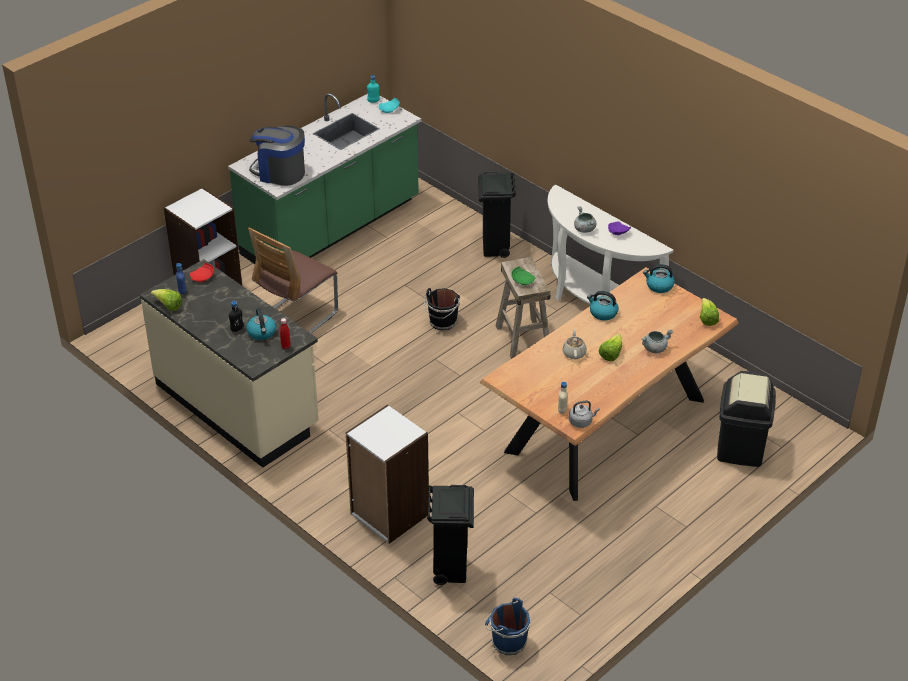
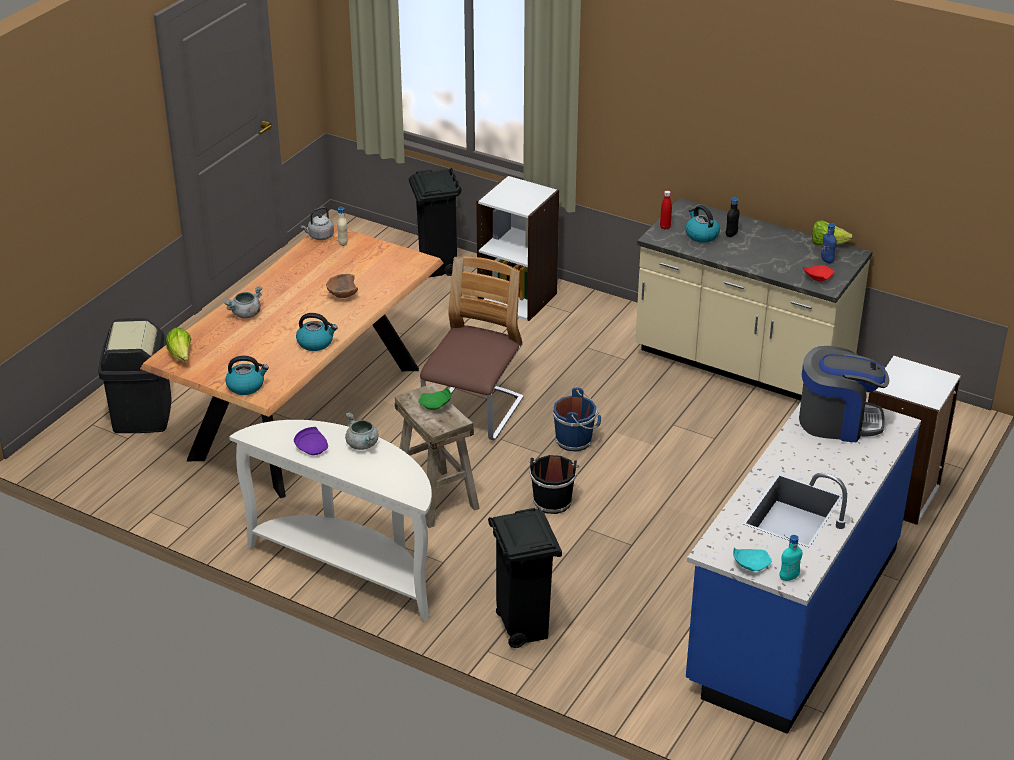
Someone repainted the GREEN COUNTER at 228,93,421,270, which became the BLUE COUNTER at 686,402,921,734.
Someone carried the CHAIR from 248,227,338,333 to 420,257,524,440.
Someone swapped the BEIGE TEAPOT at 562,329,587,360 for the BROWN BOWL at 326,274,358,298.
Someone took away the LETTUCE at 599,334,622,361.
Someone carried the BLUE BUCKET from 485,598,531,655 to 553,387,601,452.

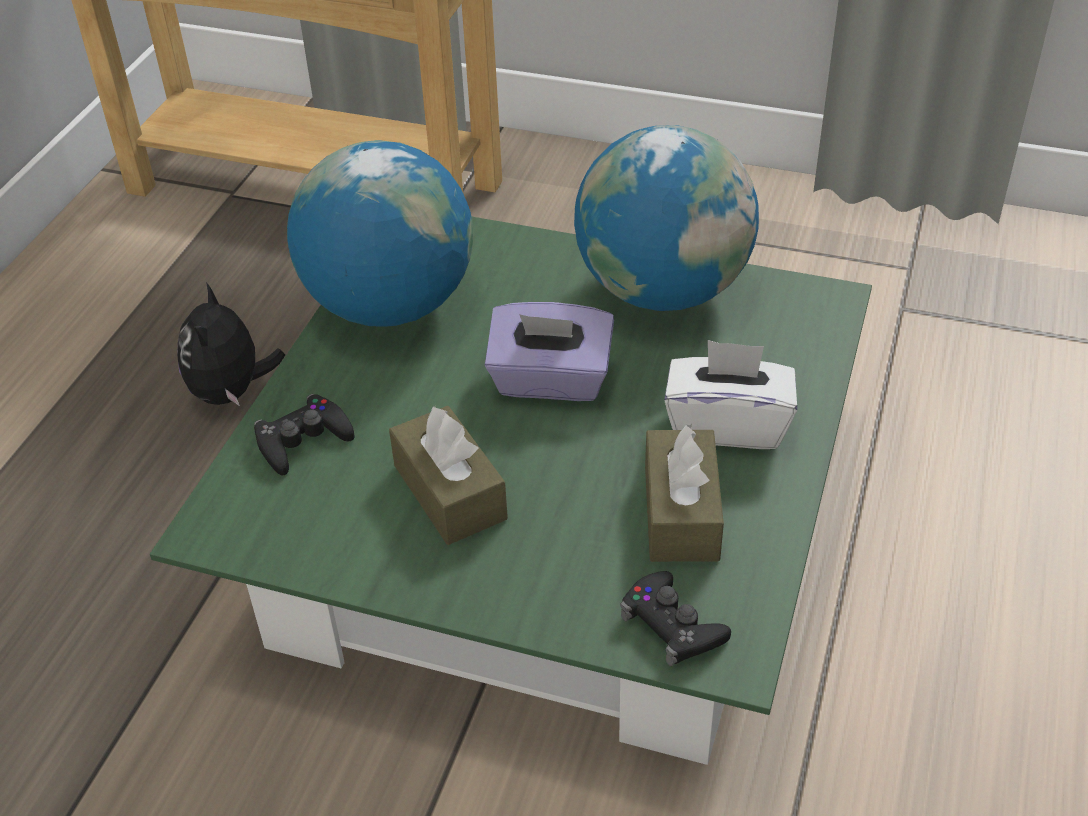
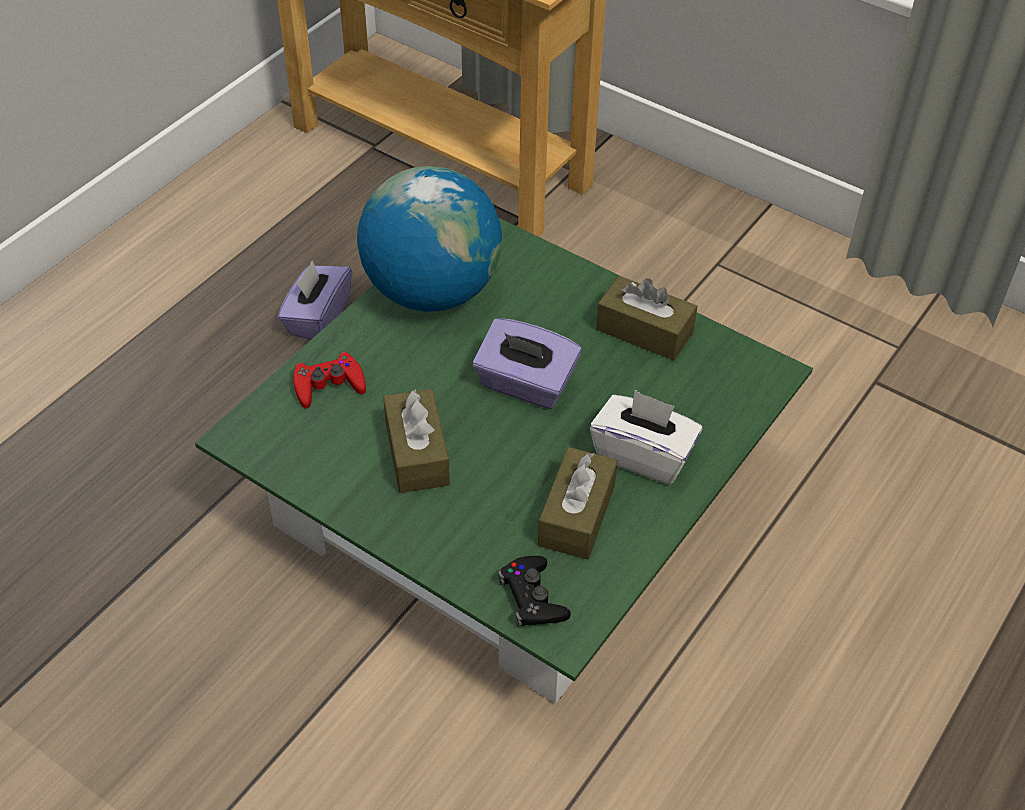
Someone swapped the GLOBE at 574,125,759,311 for the BROWN TISSUE BOX at 596,276,698,361.
Someone swapped the PLUSH TOY at 177,282,285,406 for the PURPLE TISSUE BOX at 278,260,352,340.
Someone repainted the BLACK GAME CONTROLLER at 254,394,355,476, which became the RED GAME CONTROLLER at 293,351,366,408.

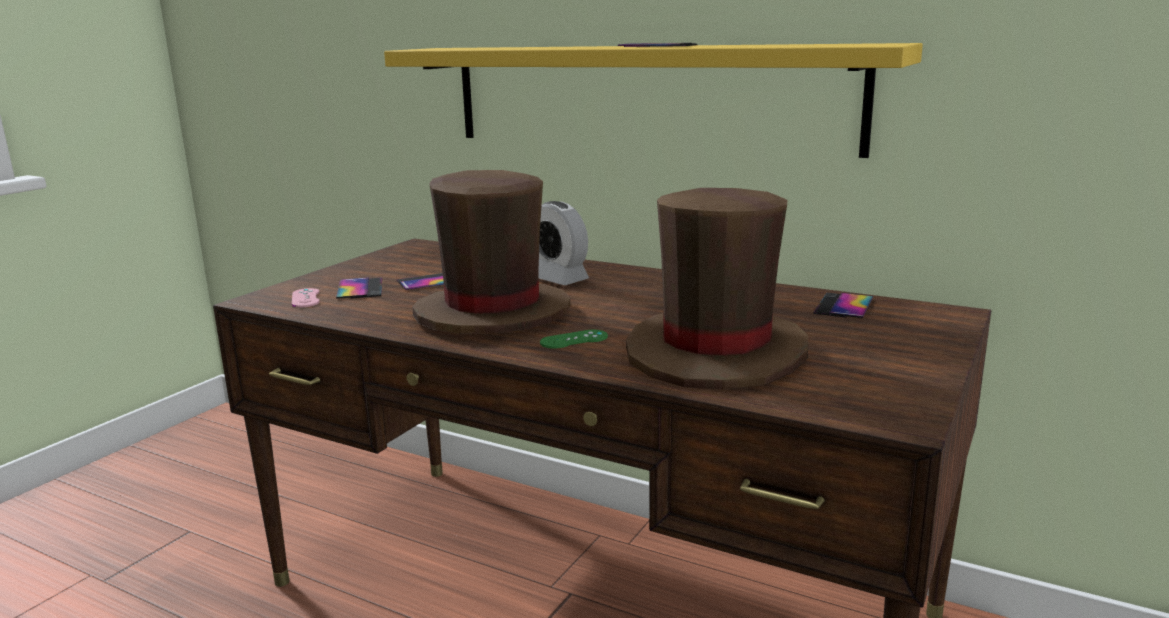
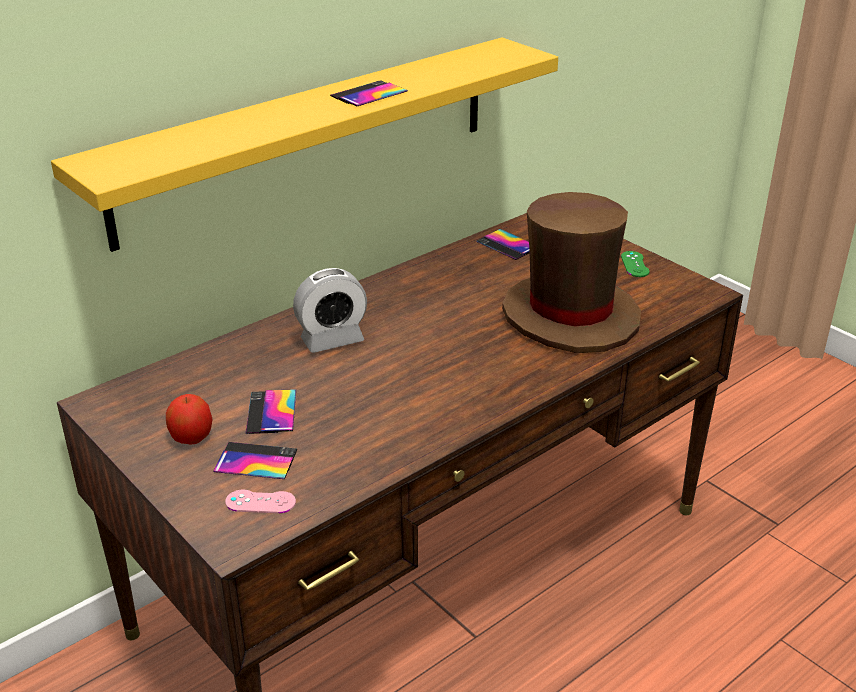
Someone took away the BROWN HAT at 412,170,571,334.
Someone carried the GREEN GAME CONTROLLER from 540,330,608,349 to 621,251,649,277.
Someone put down the APPLE at 166,394,213,445.

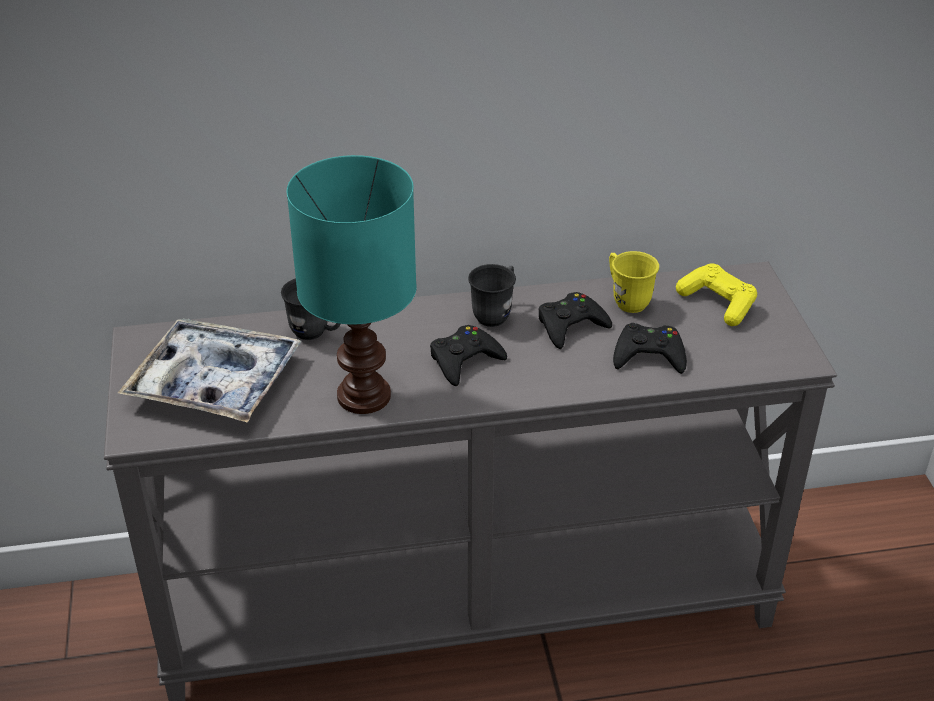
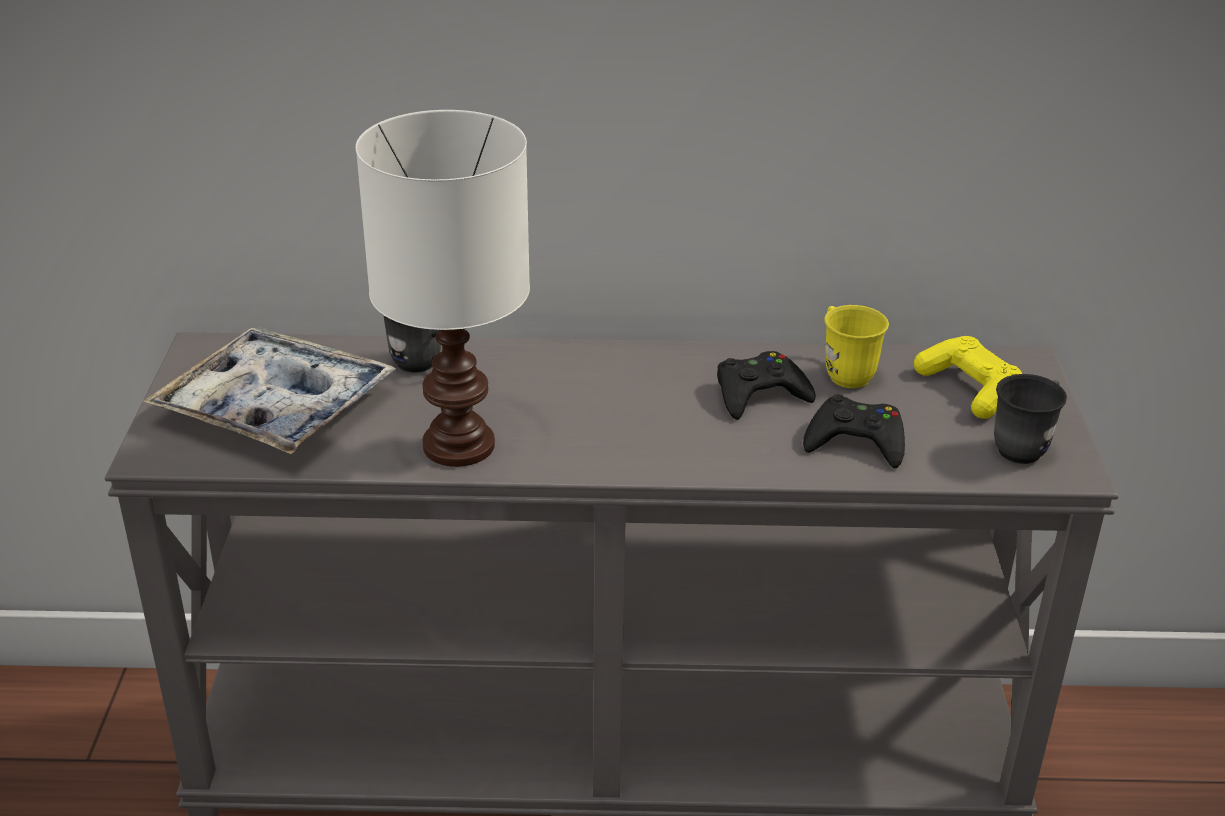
Someone repainted the TURQUOISE TABLE LAMP at 287,155,417,414, which became the WHITE TABLE LAMP at 356,110,530,467.
Someone carried the GREY MUG from 468,264,516,327 to 994,374,1067,464.
Someone took away the BLACK GAME CONTROLLER at 430,325,507,386.

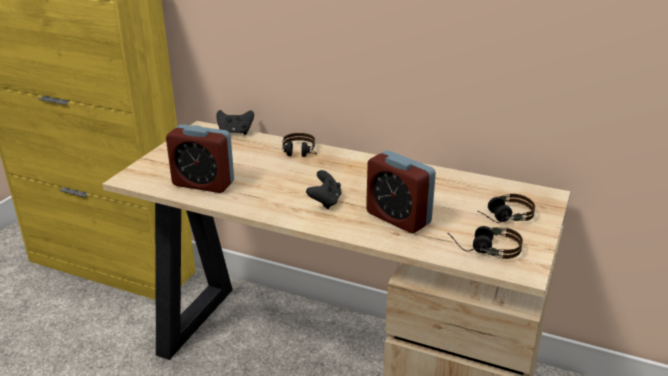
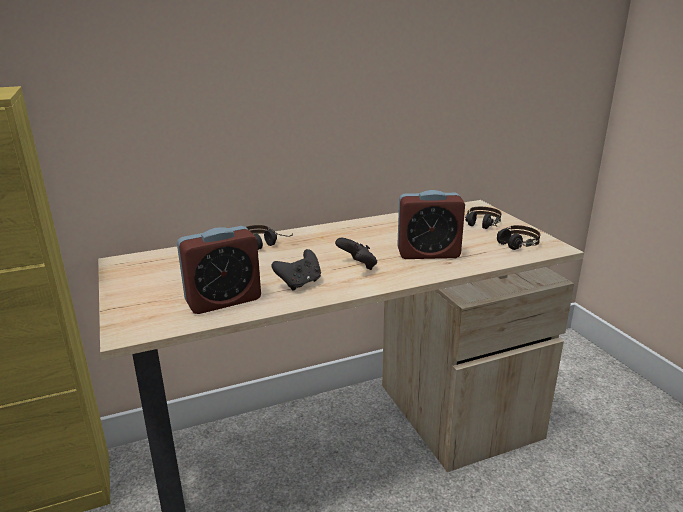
Someone carried the BLACK GAME CONTROLLER from 216,110,254,135 to 271,249,321,291.

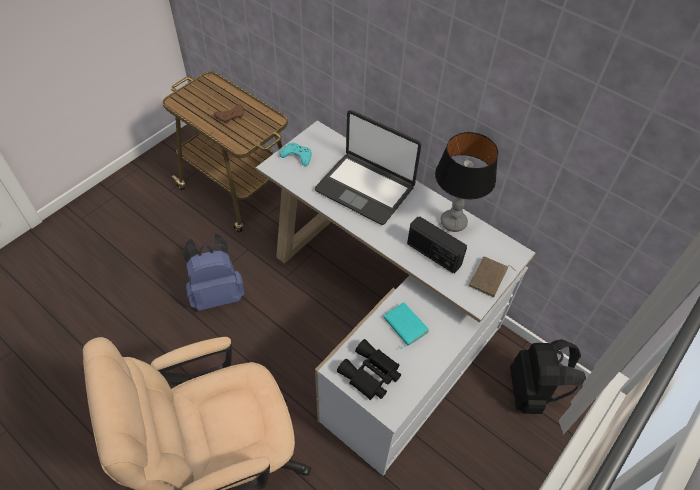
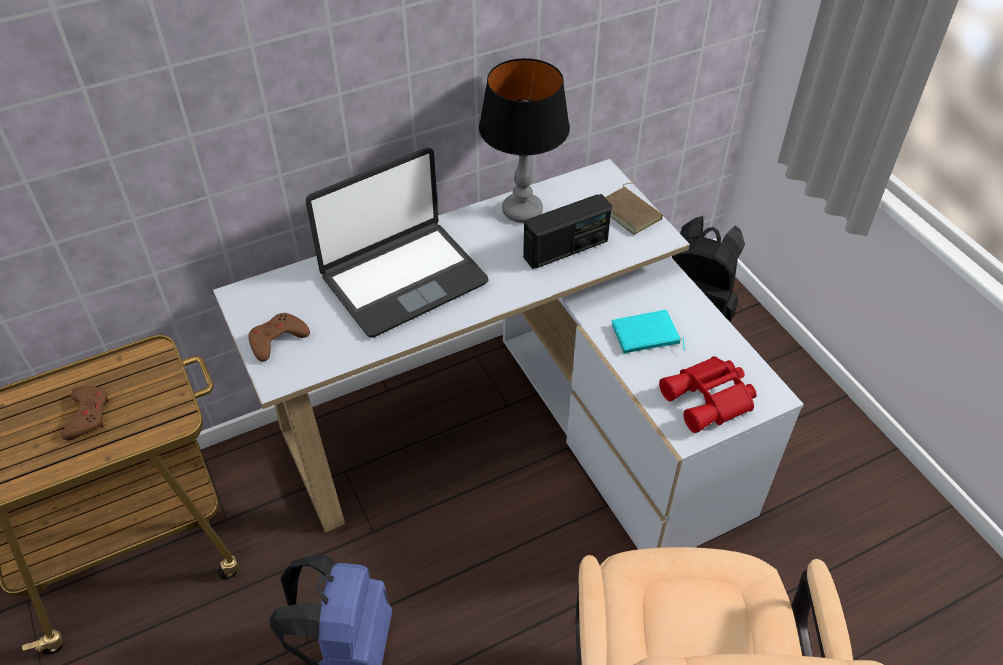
Someone repainted the TURQUOISE GAME CONTROLLER at 279,143,312,166, which became the BROWN GAME CONTROLLER at 248,313,310,362.
Someone repainted the BLACK BINOCULARS at 337,339,401,400, which became the RED BINOCULARS at 659,356,757,433.

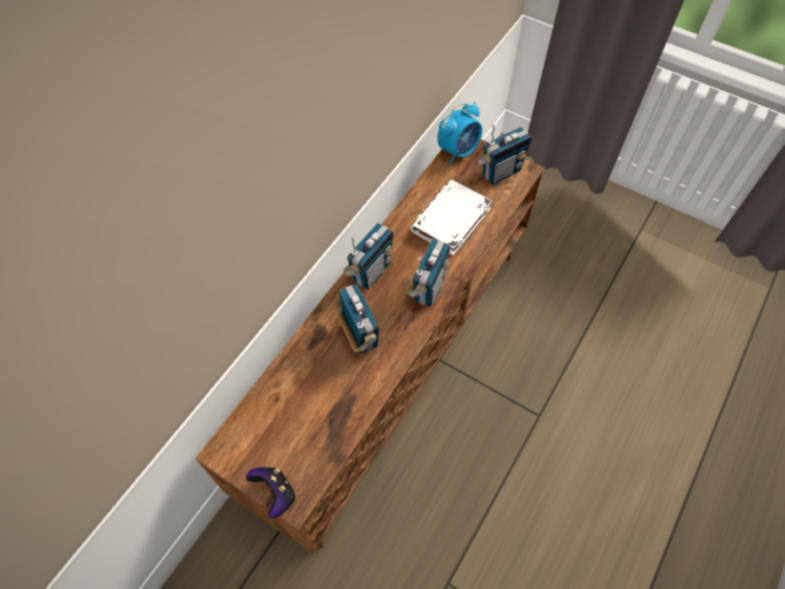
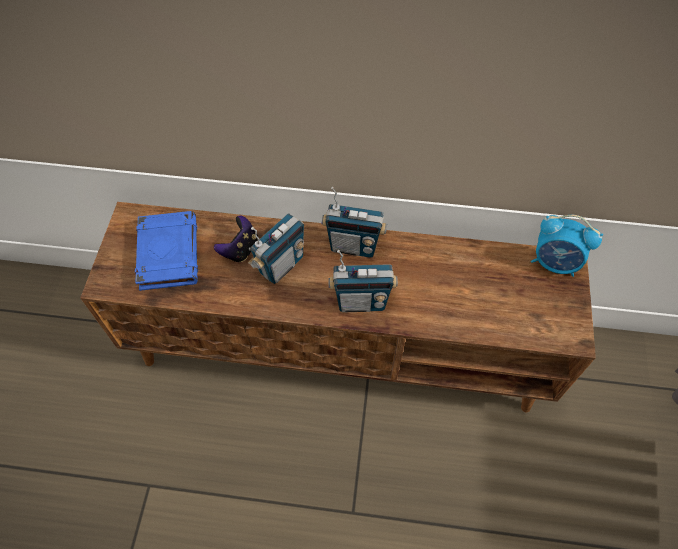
Someone took away the RADIO at 477,124,532,185.
Someone took away the WHITE BOOK at 410,179,492,255.
Someone carried the GAME CONTROLLER from 246,467,296,518 to 214,215,258,262.
Someone put down the BLUE BOOK at 135,211,198,291.

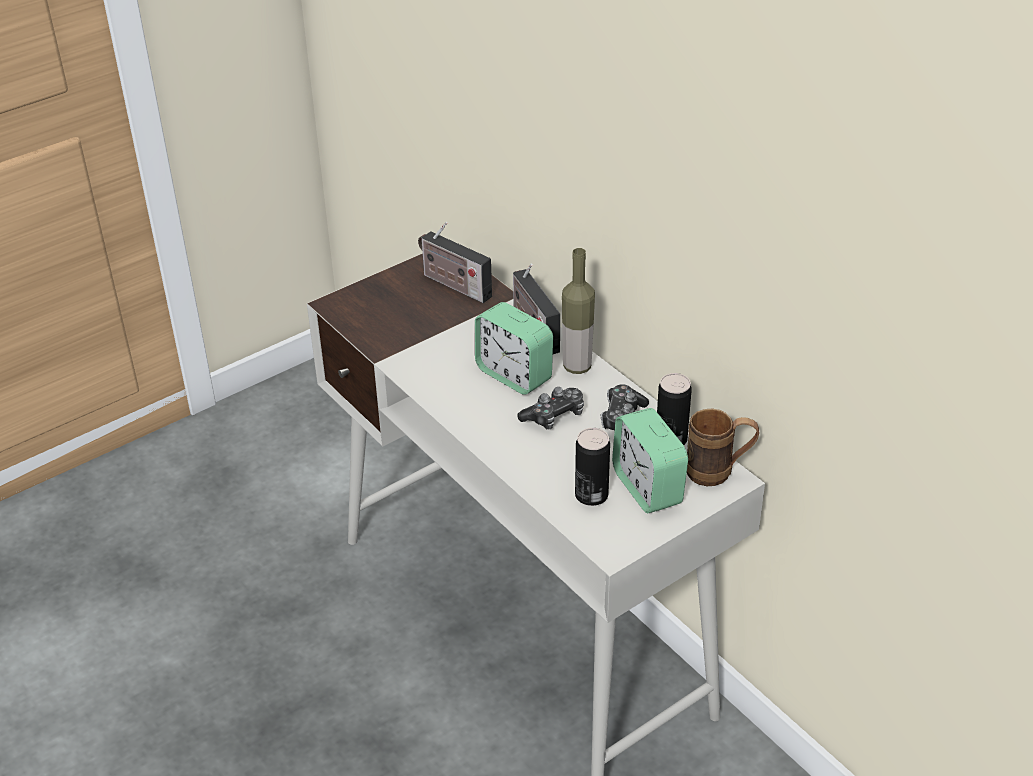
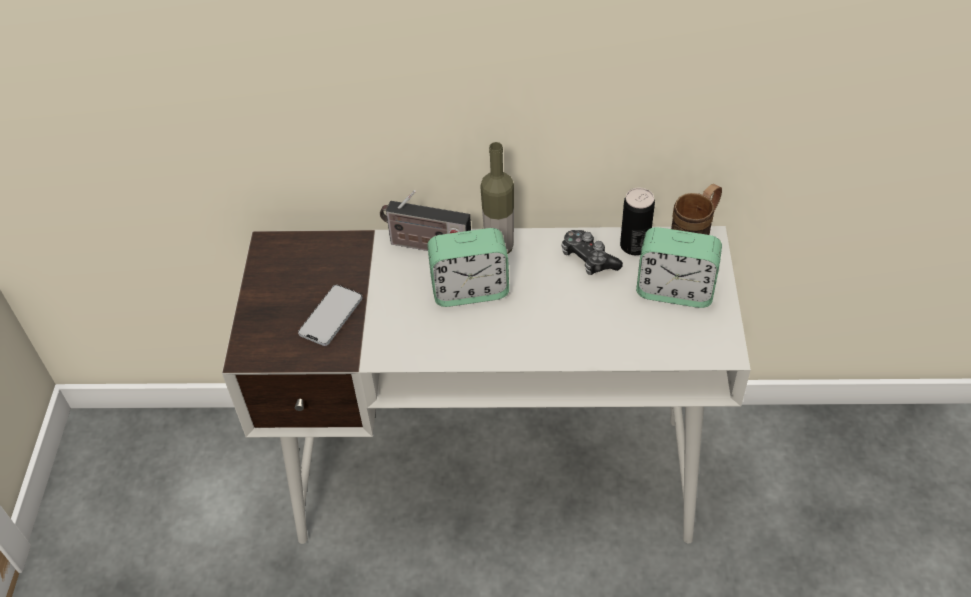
Someone took away the RADIO at 418,222,492,303.
Someone took away the GAME CONTROLLER at 517,387,584,430.
Someone took away the CAN at 575,428,610,506.
Someone put down the PHONE at 298,285,363,346.

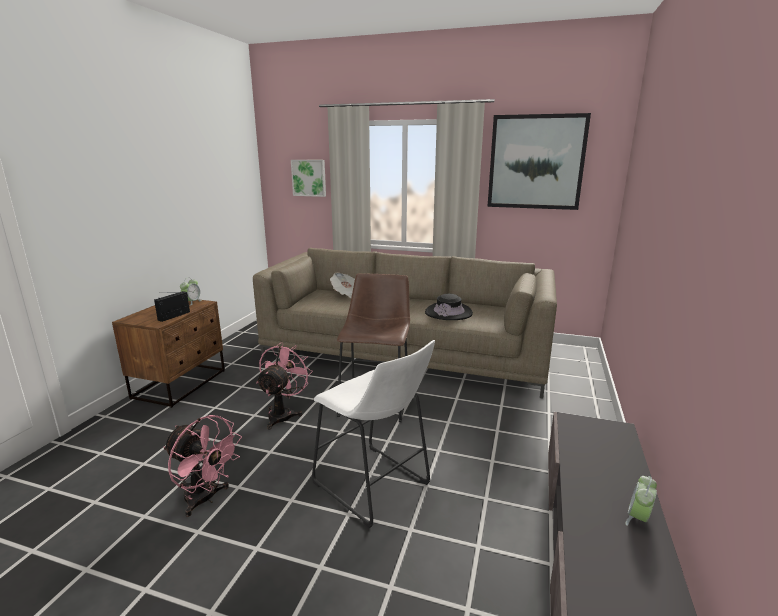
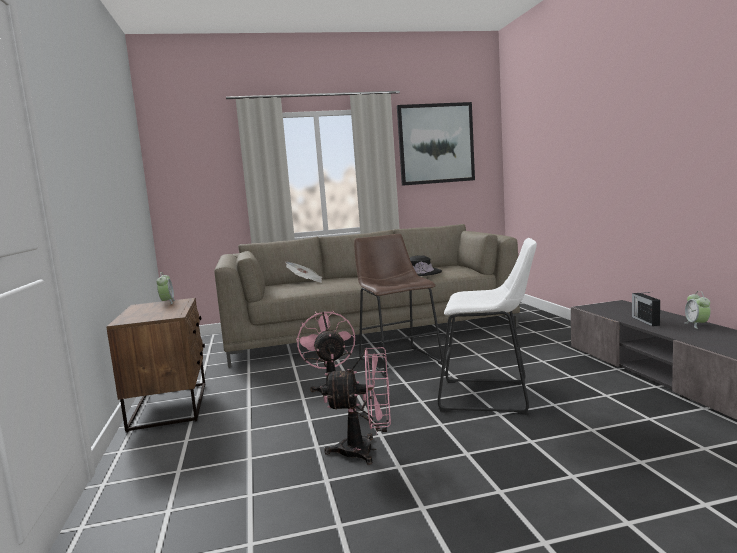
Someone took away the PICTURE at 291,160,326,197.
Someone carried the RADIO from 154,291,190,322 to 632,292,660,326.

